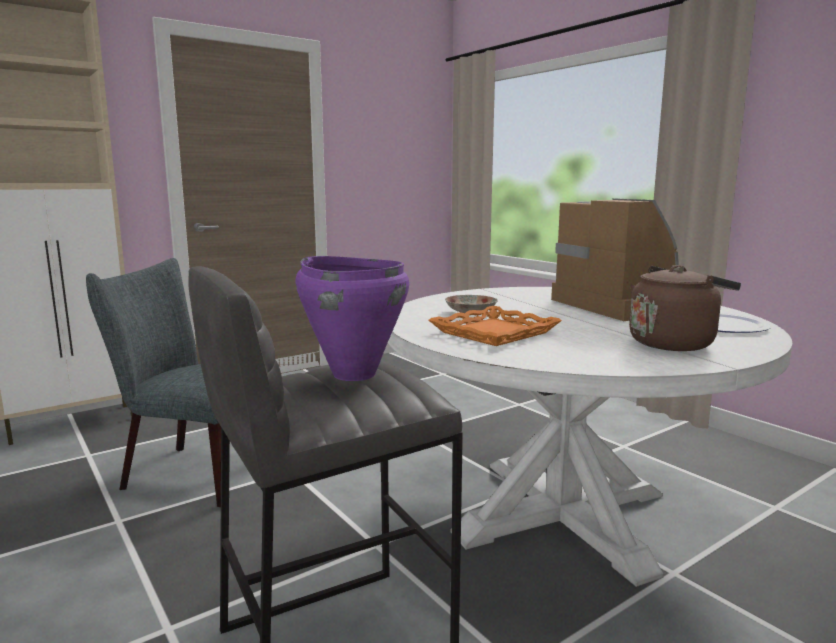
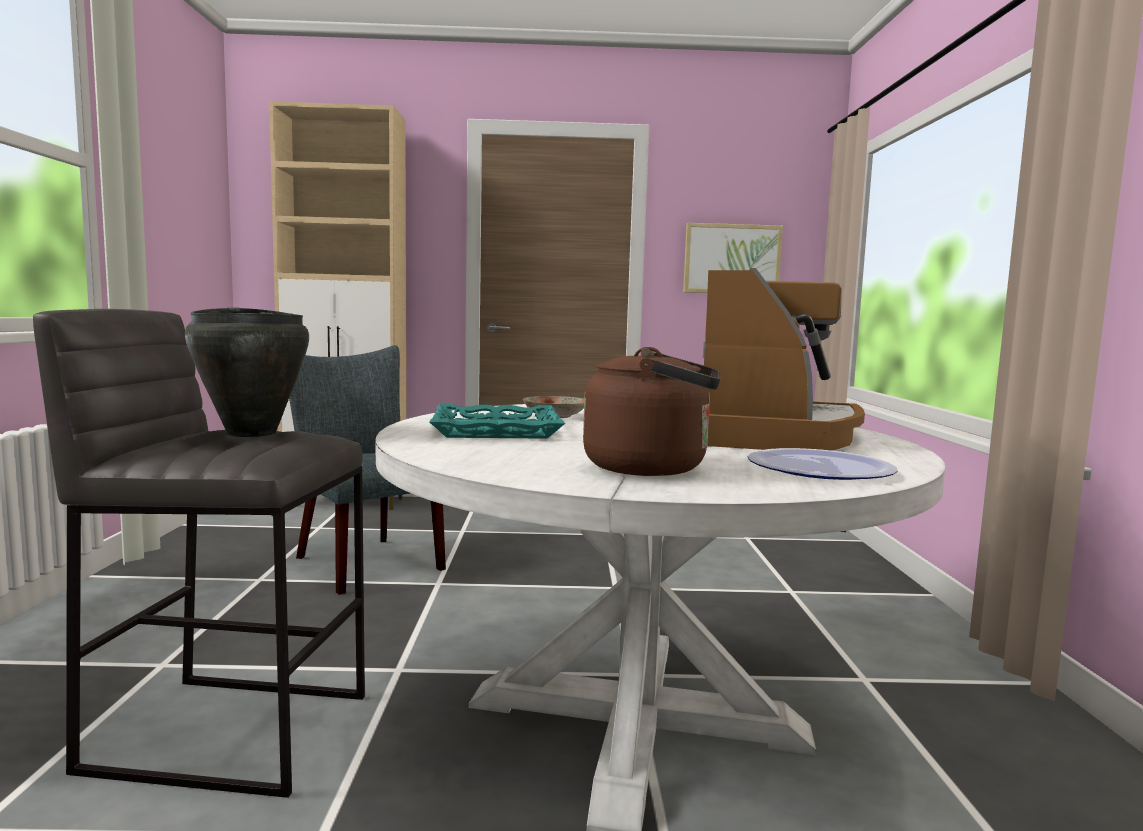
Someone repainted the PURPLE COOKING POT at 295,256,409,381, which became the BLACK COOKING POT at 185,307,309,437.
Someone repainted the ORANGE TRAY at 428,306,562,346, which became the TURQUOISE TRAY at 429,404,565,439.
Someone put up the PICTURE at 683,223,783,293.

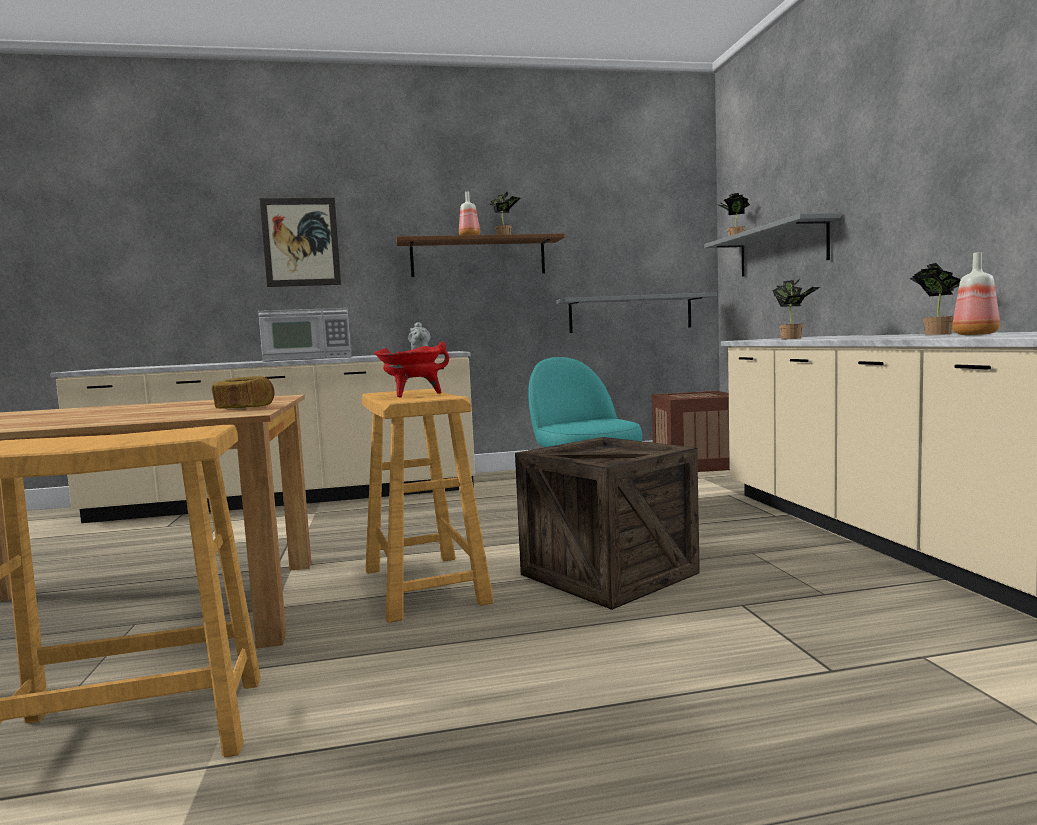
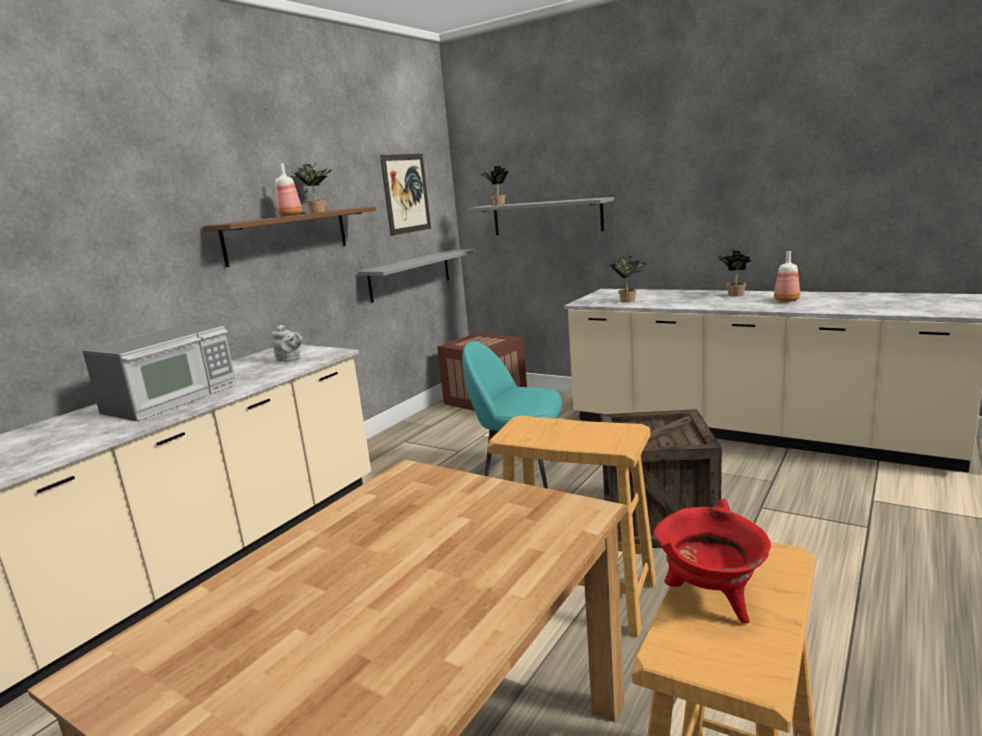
Someone carried the PICTURE from 260,198,341,287 to 380,154,431,236.
Someone carried the RED COOKING POT from 375,342,449,398 to 653,499,771,624.
Someone took away the BREAD at 212,376,275,409.

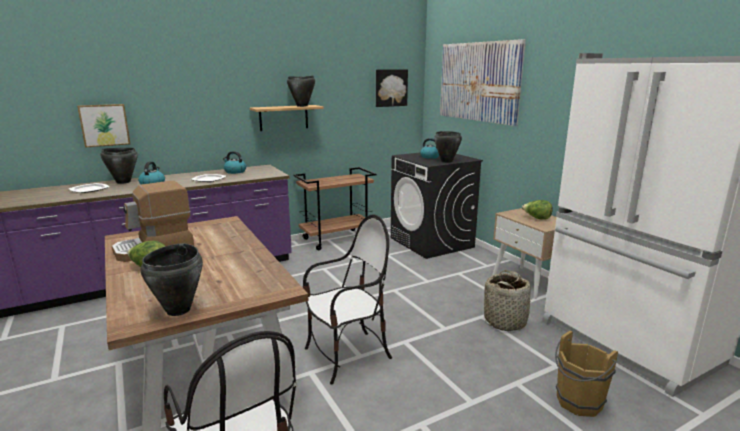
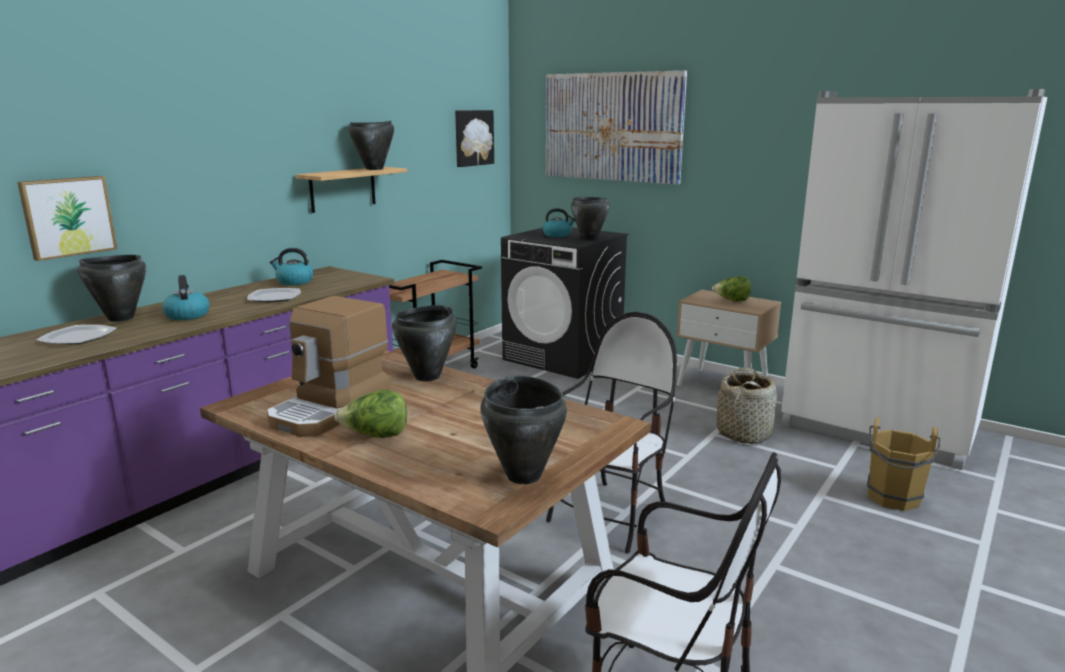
Someone put down the BLACK COOKING POT at 392,305,457,381.

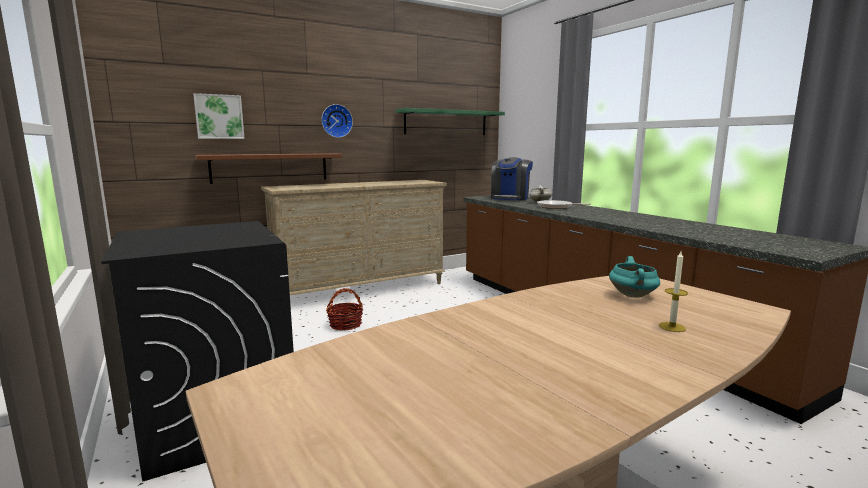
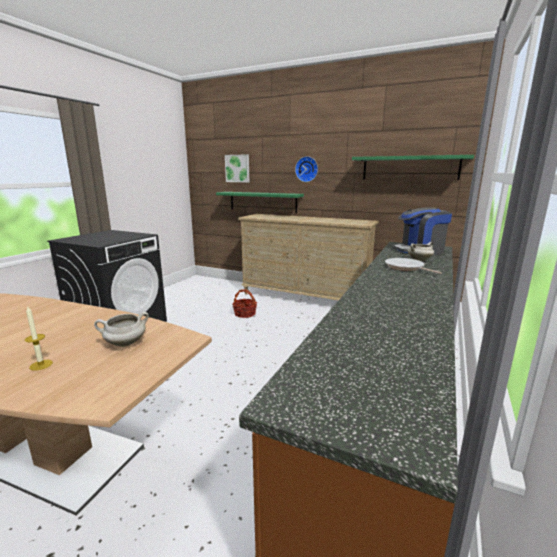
Someone repainted the BROWN SHELF at 195,153,342,184, which became the GREEN SHELF at 216,192,304,213.
Someone repainted the TURQUOISE COOKING POT at 609,256,660,298, which became the WHITE COOKING POT at 94,312,149,347.

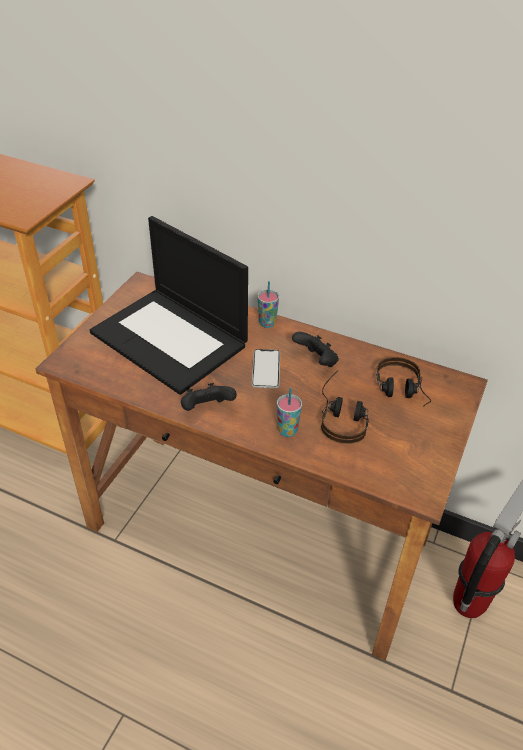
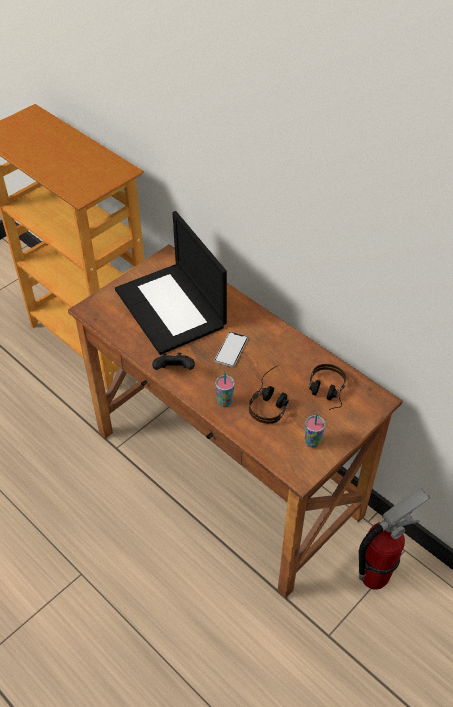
Someone carried the CUP from 258,281,279,328 to 305,413,325,448.
Someone took away the BLACK GAME CONTROLLER at 292,332,339,367.

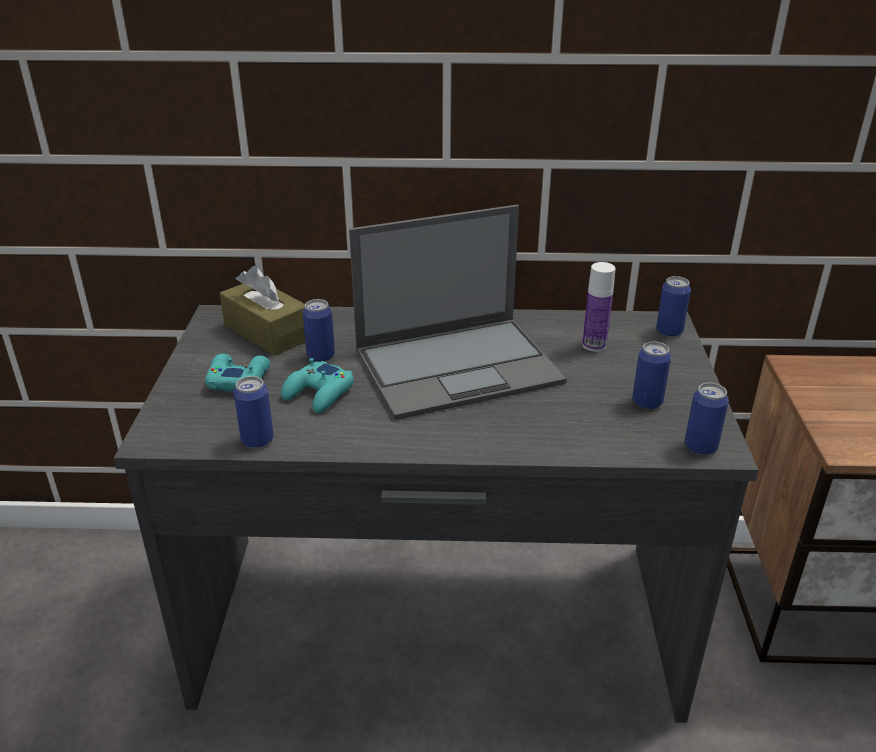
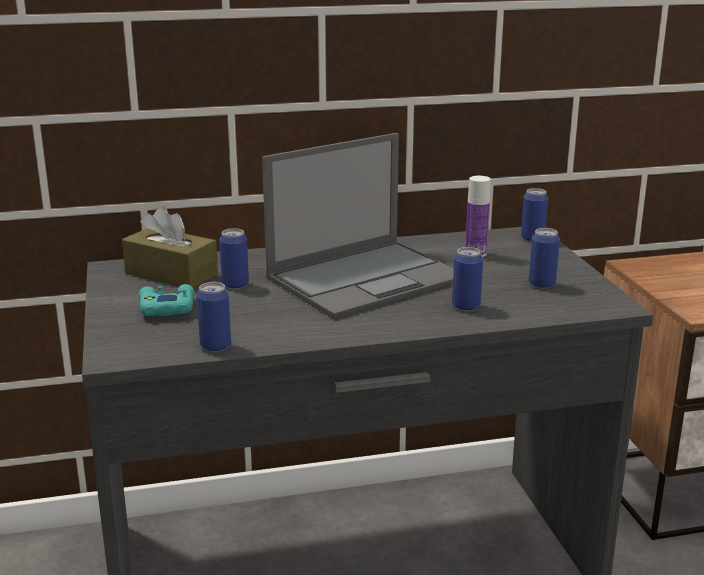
Someone took away the TURQUOISE GAME CONTROLLER at 281,358,354,413.
Someone carried the CAN from 685,383,729,455 to 452,247,483,311.

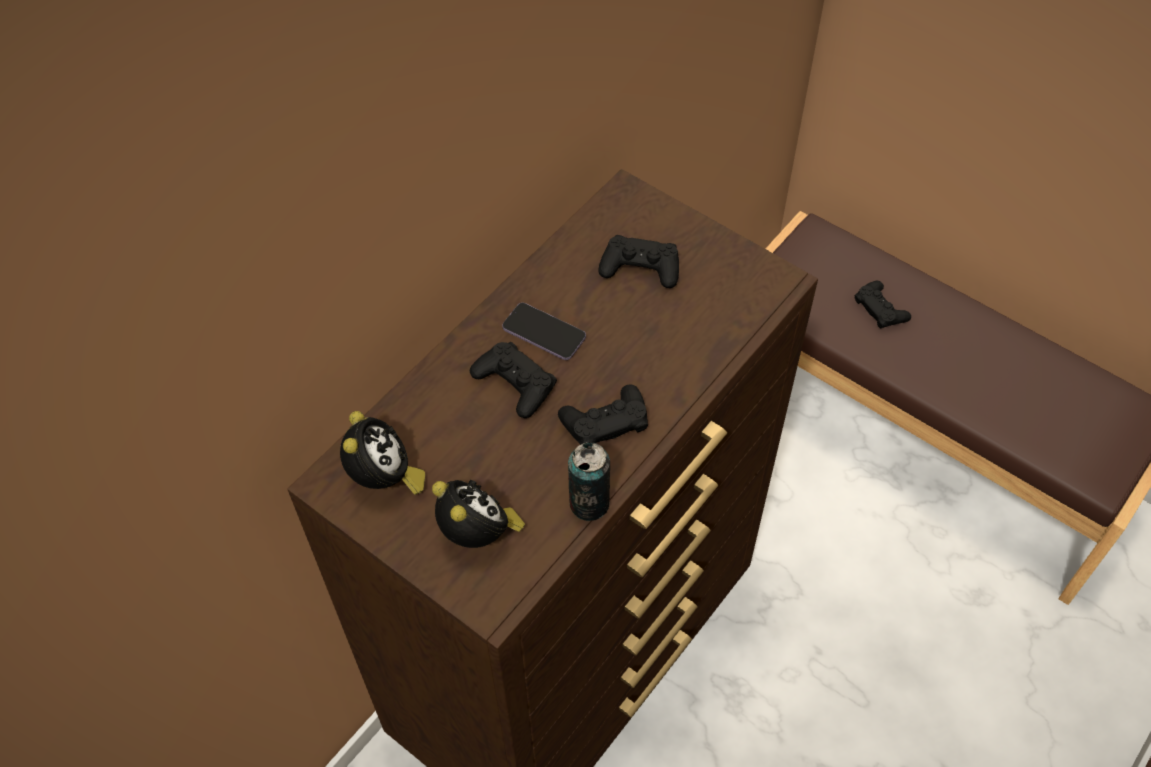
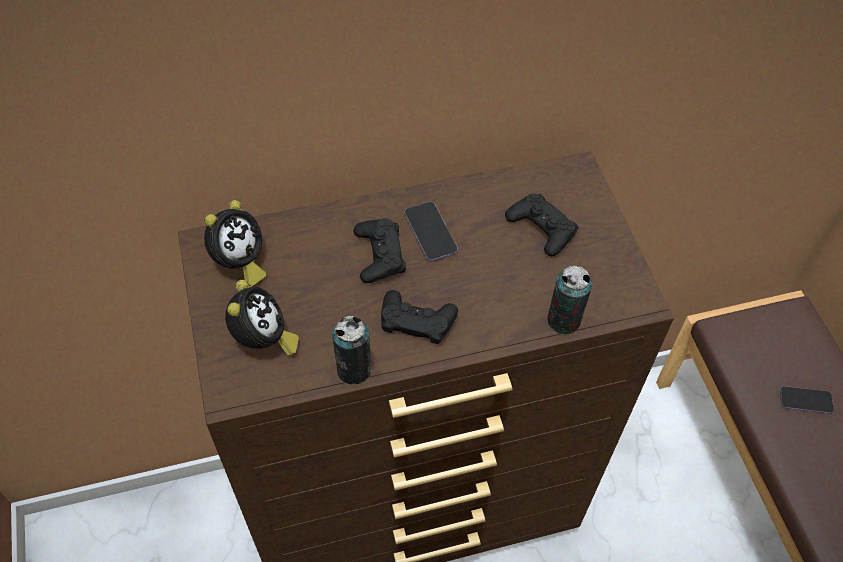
Someone swapped the BLACK GAME CONTROLLER at 855,281,911,329 for the PHONE at 780,386,834,414.
Someone put down the CAN at 547,266,592,334.

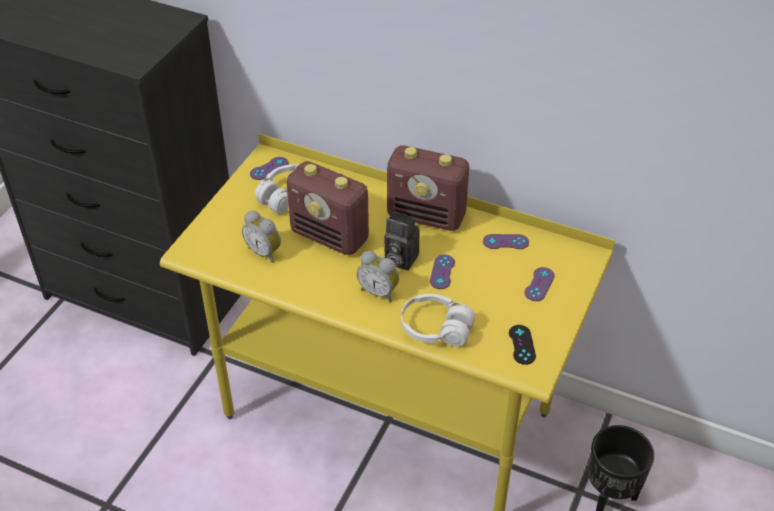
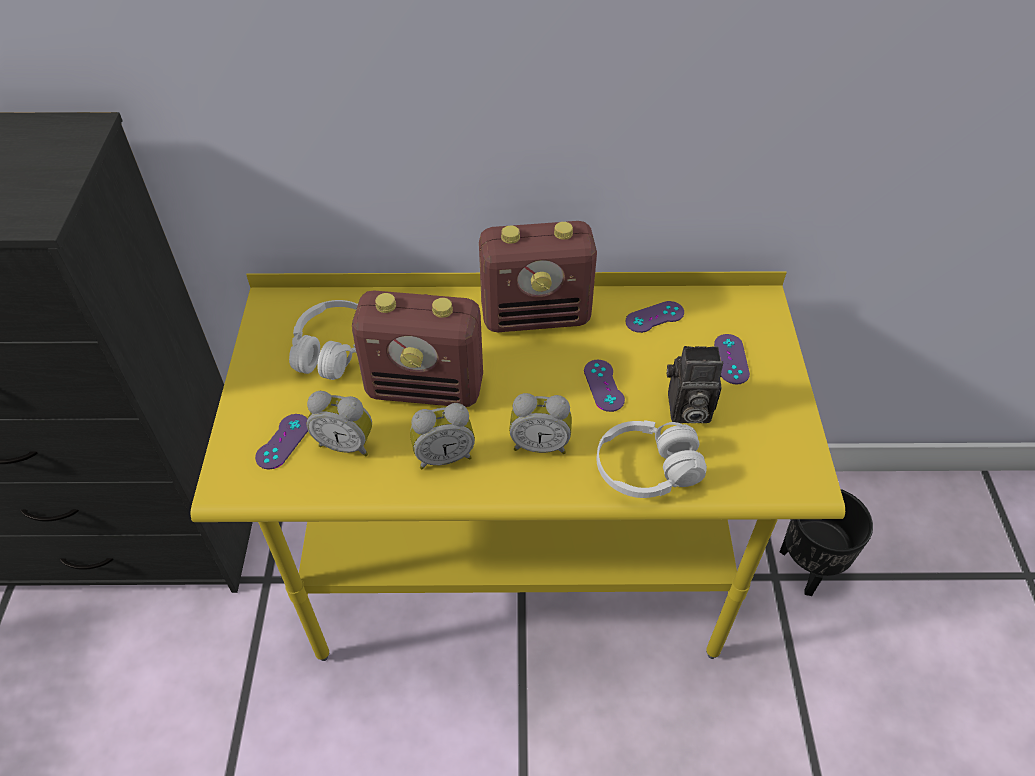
Someone carried the PURPLE GAME CONTROLLER from 250,157,289,180 to 255,414,308,469.
Someone carried the PHOTO CAMERA from 384,211,420,271 to 667,346,723,423.
Someone took away the BLACK GAME CONTROLLER at 509,325,536,365.
Someone put down the ALARM CLOCK at 410,403,475,469.

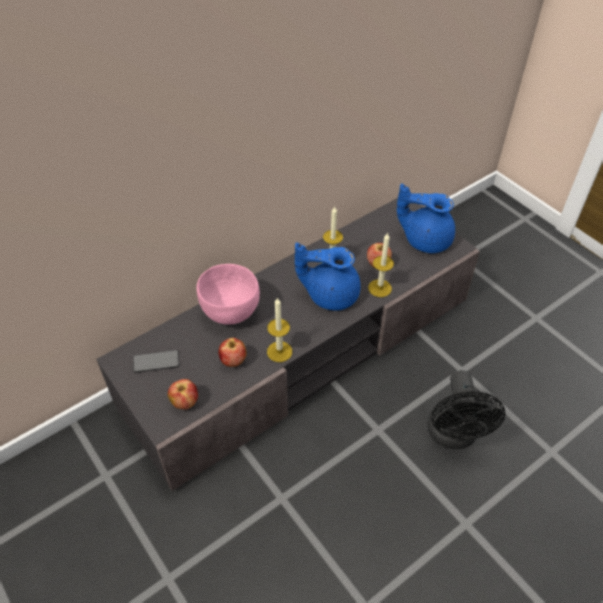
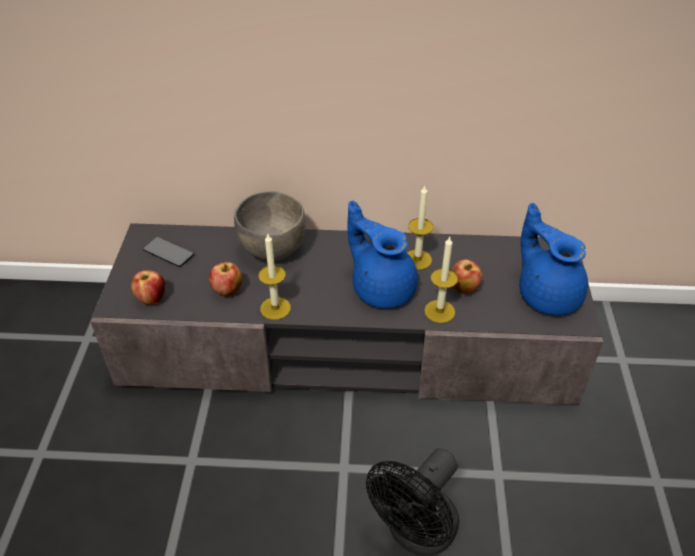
Someone repainted the PINK BOWL at 196,264,260,325, which became the GREY BOWL at 234,191,306,261.

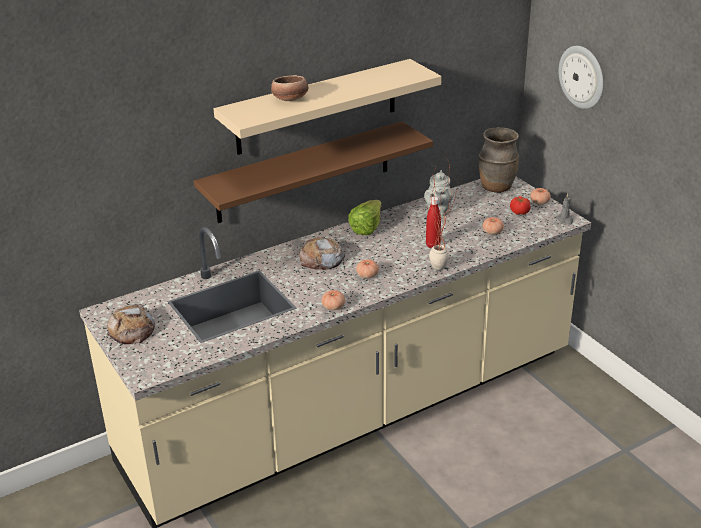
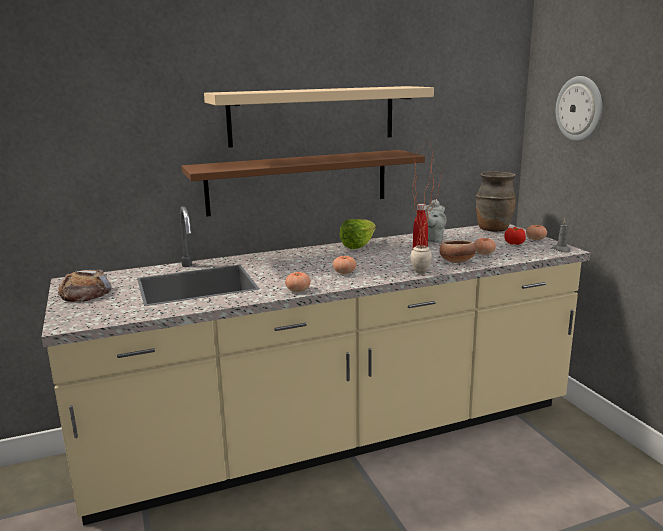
Someone carried the BOWL from 271,75,308,101 to 439,240,476,263.
Someone took away the BREAD at 299,237,345,270.

